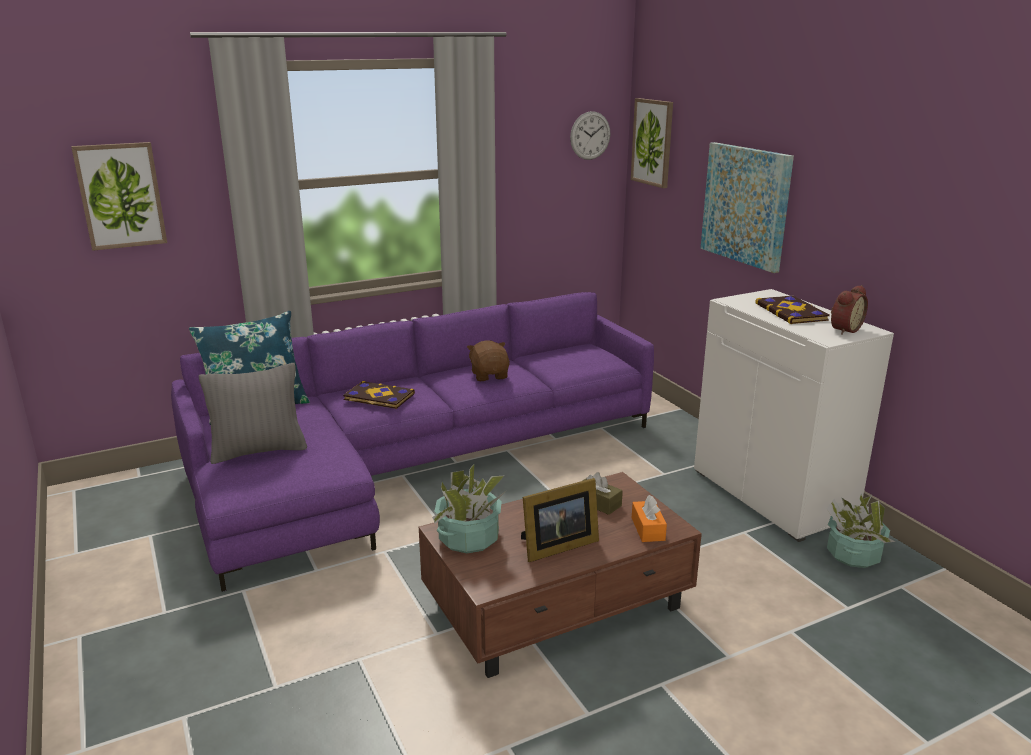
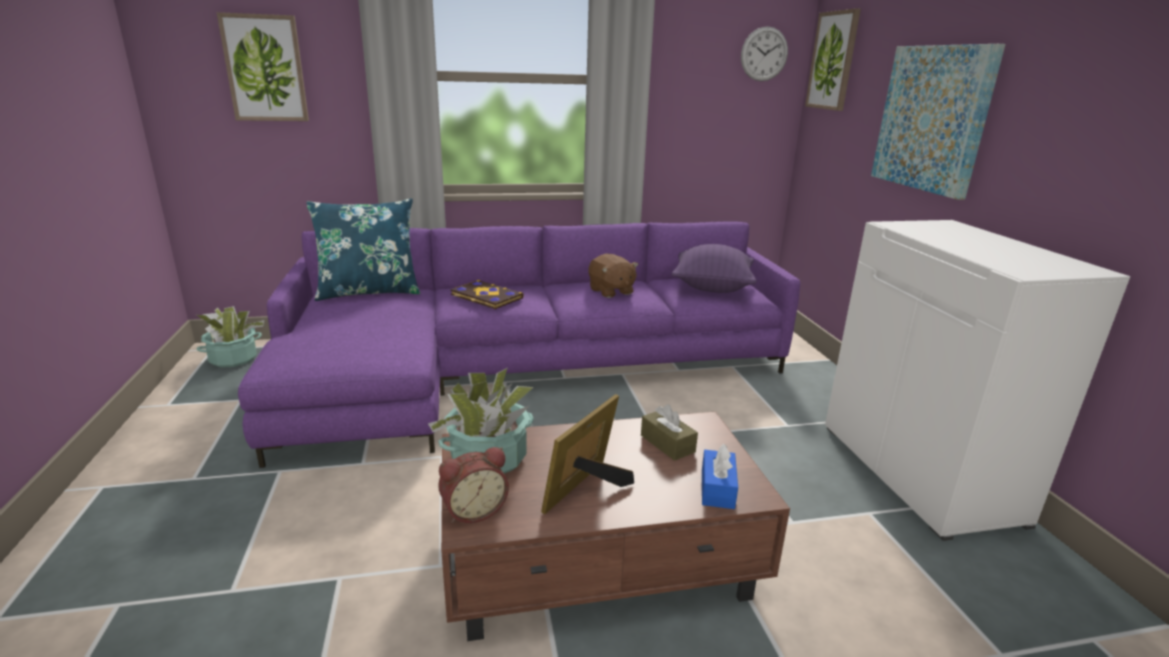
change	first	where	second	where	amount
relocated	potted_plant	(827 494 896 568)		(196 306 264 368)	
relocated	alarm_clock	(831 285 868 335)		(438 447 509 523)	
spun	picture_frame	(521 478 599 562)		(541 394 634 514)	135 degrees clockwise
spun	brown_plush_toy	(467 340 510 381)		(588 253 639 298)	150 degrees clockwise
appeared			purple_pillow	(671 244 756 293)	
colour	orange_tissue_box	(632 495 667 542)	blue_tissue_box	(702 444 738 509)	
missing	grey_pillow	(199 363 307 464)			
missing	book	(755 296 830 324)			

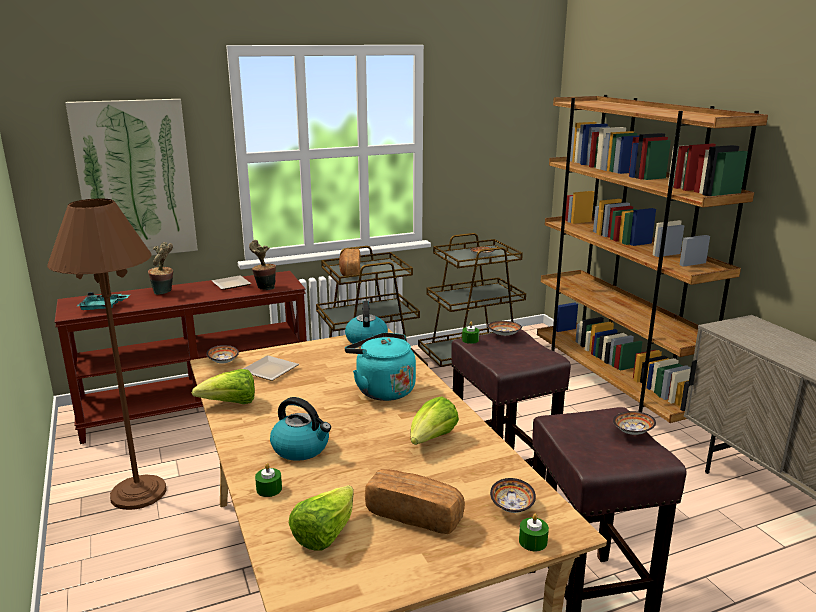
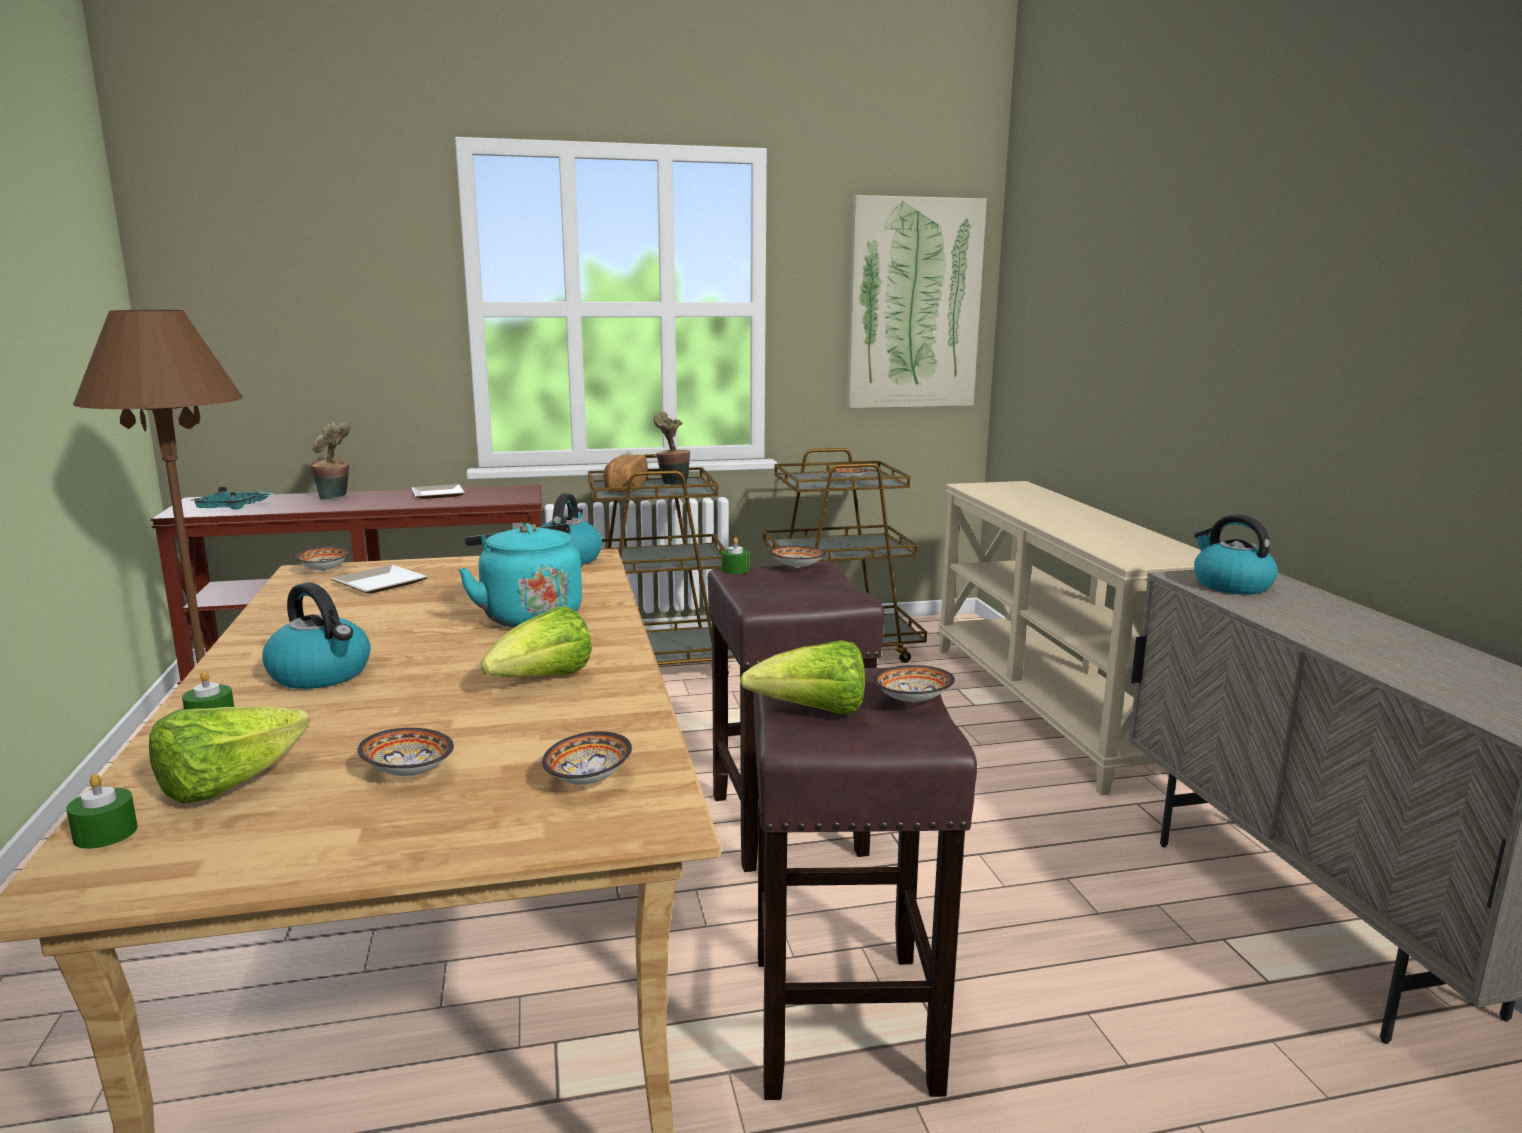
change	first	where	second	where	amount
relocated	green_candle	(519 513 549 551)		(66 774 138 849)	
exchanged	bread	(365 469 465 534)	bowl	(358 728 454 776)	
relocated	potted_plant	(249 240 276 290)		(654 412 690 485)	
relocated	lettuce	(192 369 255 404)		(740 640 865 714)	
relocated	picture	(65 99 198 256)		(847 195 987 408)	
exchanged	brown_bookcase	(537 95 768 423)	beige_console_table	(937 481 1201 795)	
appeared			kettle	(1194 514 1278 595)	

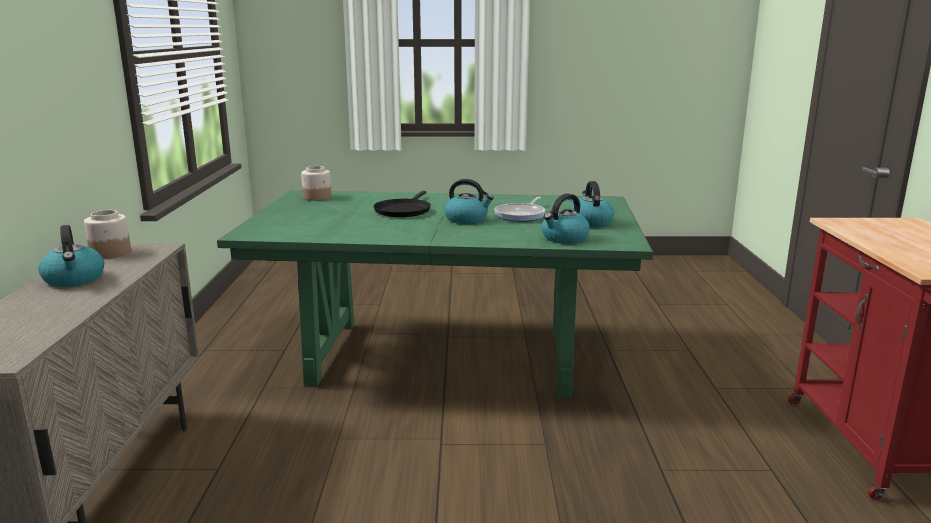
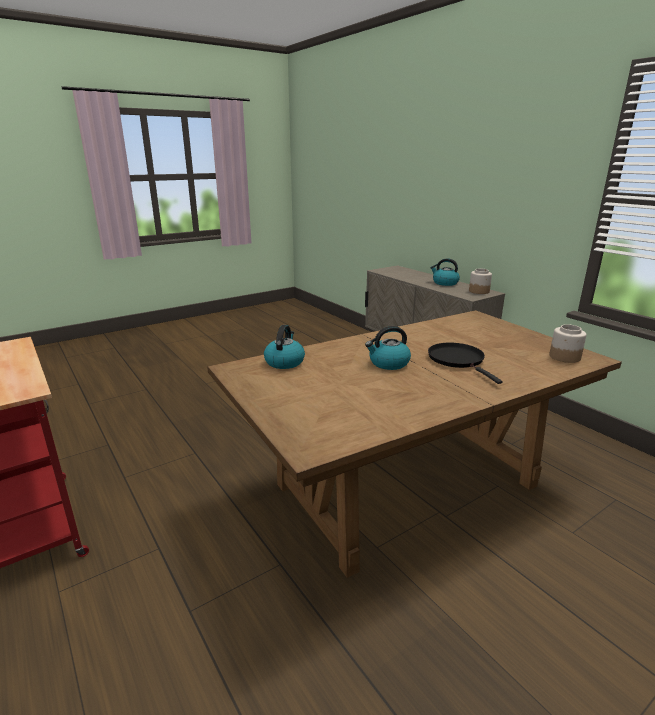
change	first	where	second	where	amount
colour	green_dining_table	(217 190 653 397)	brown_dining_table	(207 310 622 578)	
missing	frying_pan	(494 197 545 222)			
missing	kettle	(570 181 614 227)			

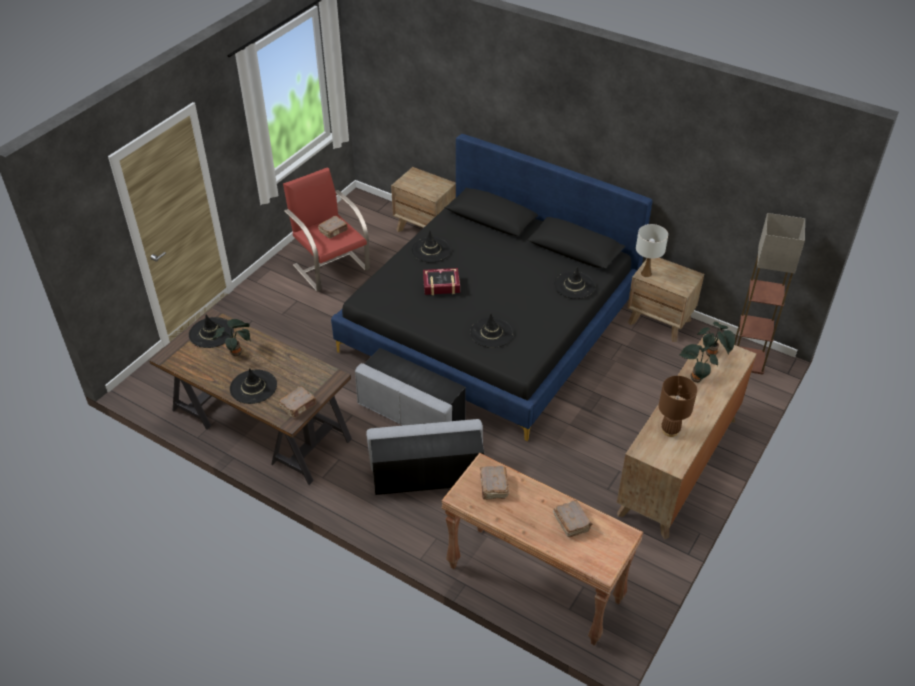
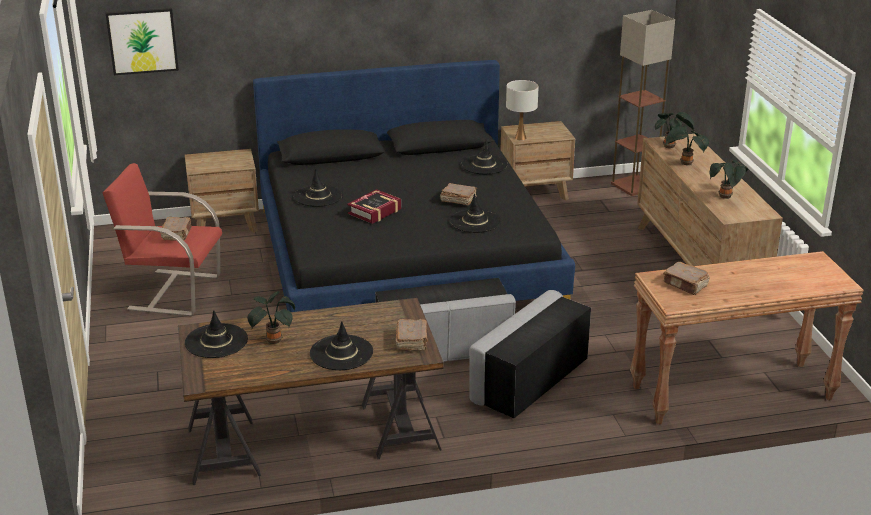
change	first	where	second	where	amount
appeared			picture	(106 8 179 75)	
relocated	brown_book	(553 500 592 537)		(440 183 477 205)	
exchanged	brown_table_lamp	(659 376 697 437)	potted_plant	(709 160 748 199)	

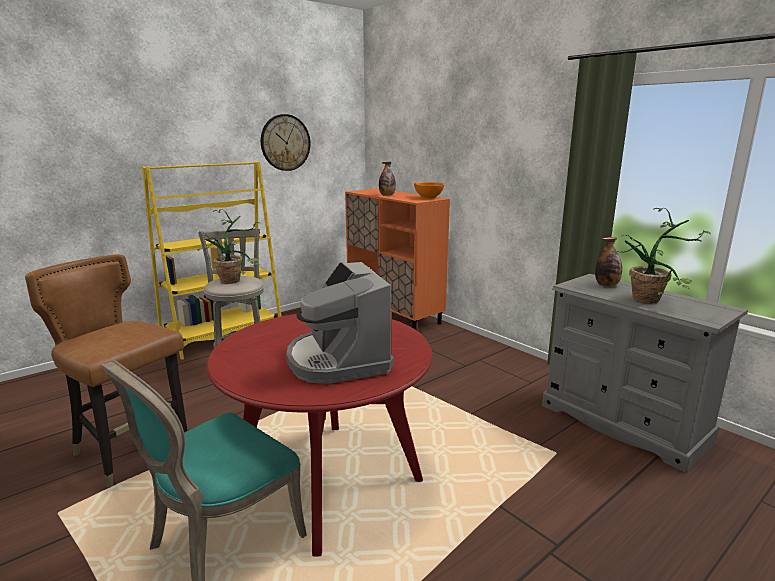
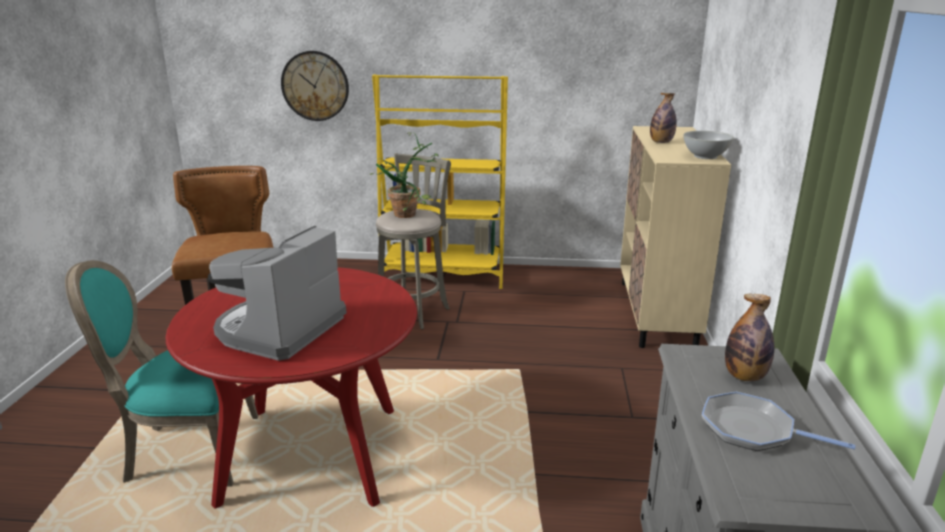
change	first	where	second	where	amount
relocated	wall_clock	(261 114 311 171)		(281 51 349 121)	
colour	orange_cabinet	(345 188 450 330)	beige_cabinet	(620 126 731 348)	
colour	orange_bowl	(414 182 445 199)	white_bowl	(683 131 734 159)	
exchanged	potted_plant	(612 208 711 304)	frying_pan	(702 392 856 451)	

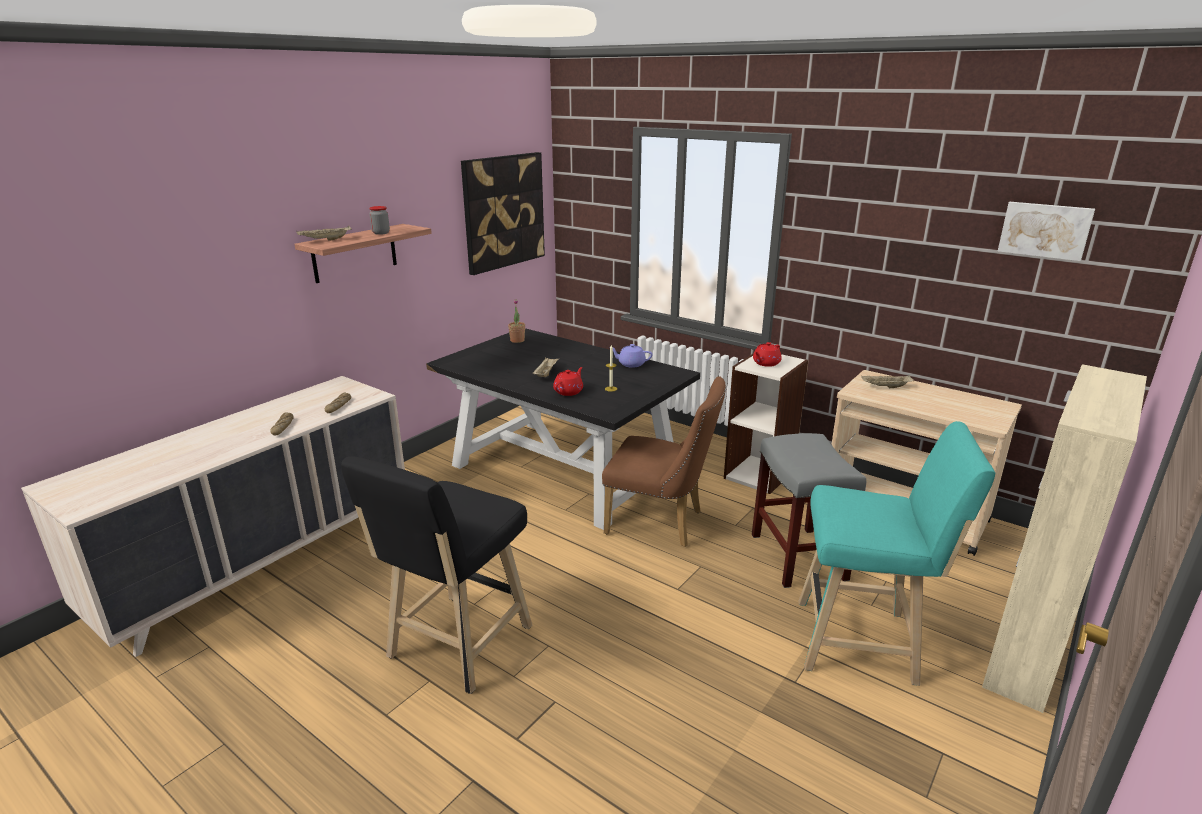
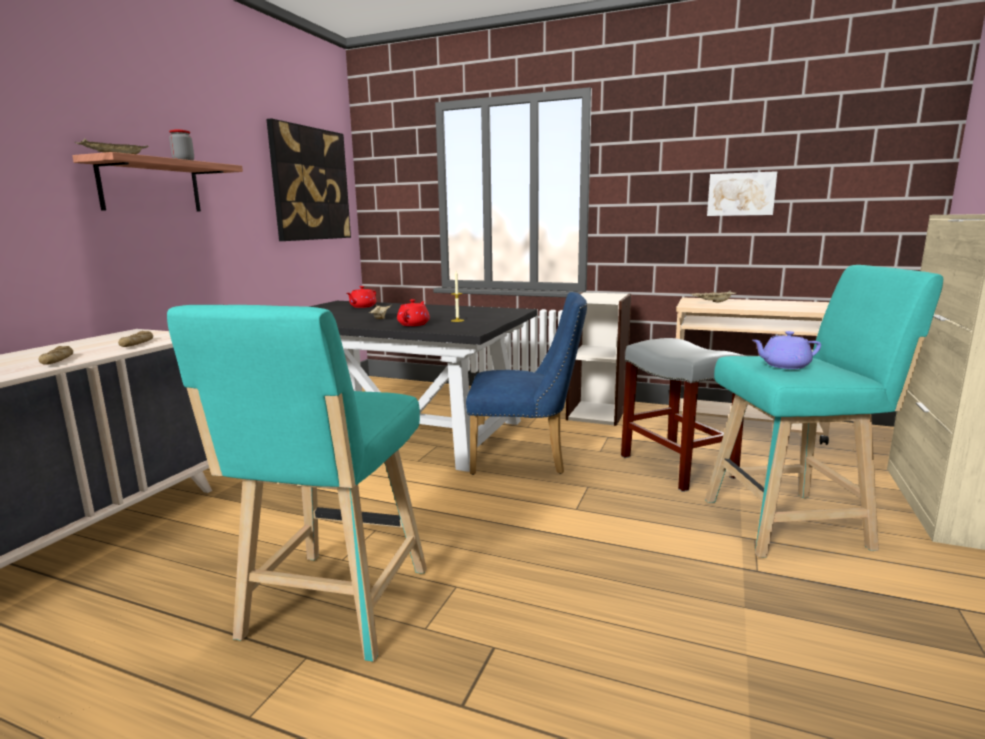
change	first	where	second	where	amount
colour	black_stool	(341 457 532 694)	turquoise_stool	(167 305 427 662)	
relocated	red_teapot	(753 342 782 367)		(347 286 376 308)	
colour	brown_chair	(602 376 726 547)	blue_chair	(466 292 587 475)	
relocated	picture	(998 202 1095 261)		(707 171 777 216)	
relocated	purple_teapot	(609 344 653 368)		(752 331 821 369)	
missing	potted_plant	(508 299 525 343)			

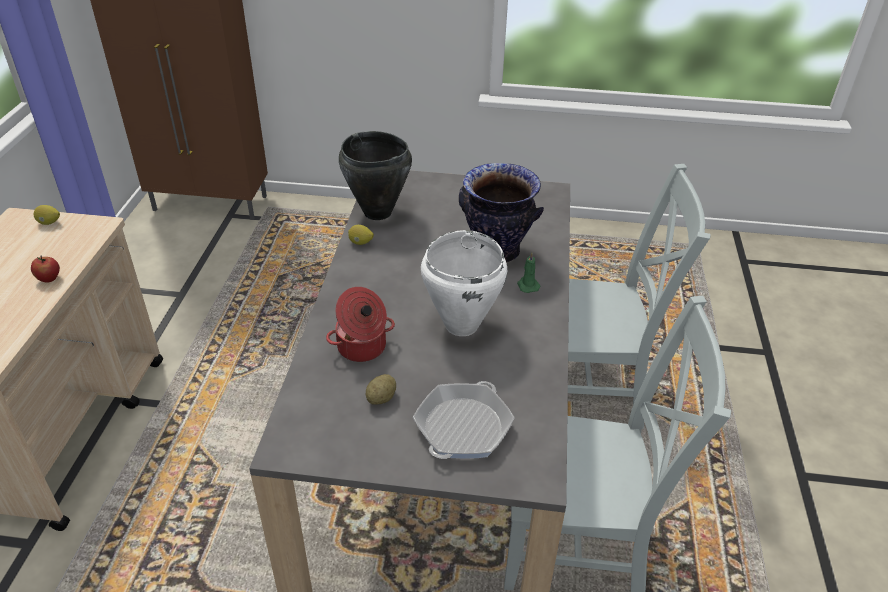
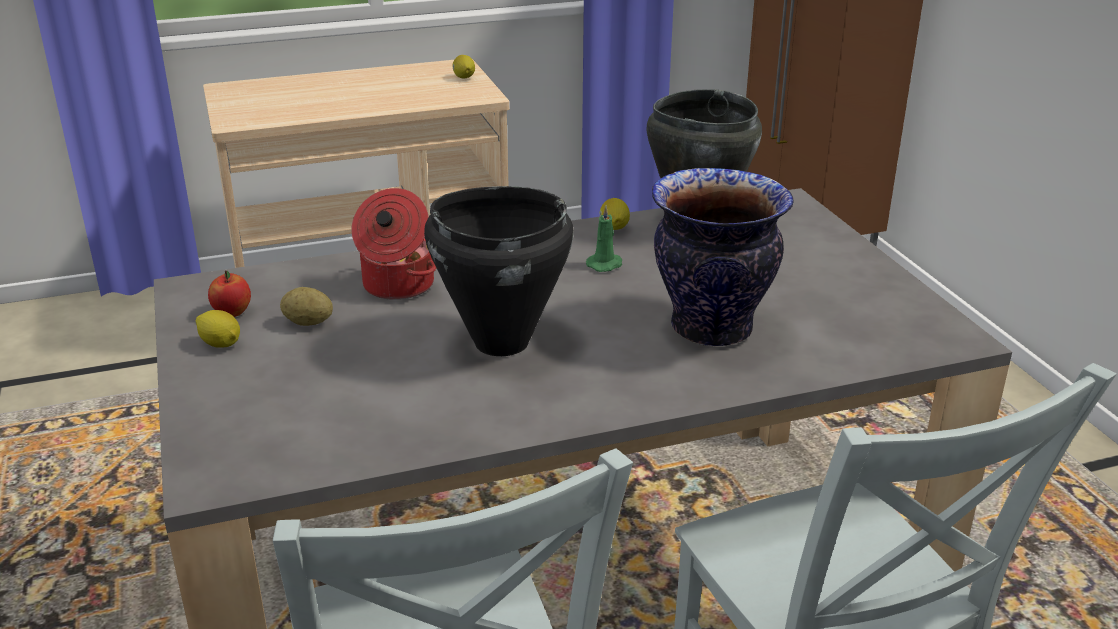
change	first	where	second	where	amount
appeared			lemon	(196 310 240 348)	
relocated	apple	(31 256 60 283)		(208 270 251 317)	
colour	white_cooking_pot	(421 230 507 336)	black_cooking_pot	(424 186 574 356)	
relocated	green_candle	(517 252 540 293)		(586 205 622 272)	
missing	frying_pan	(413 381 515 459)			

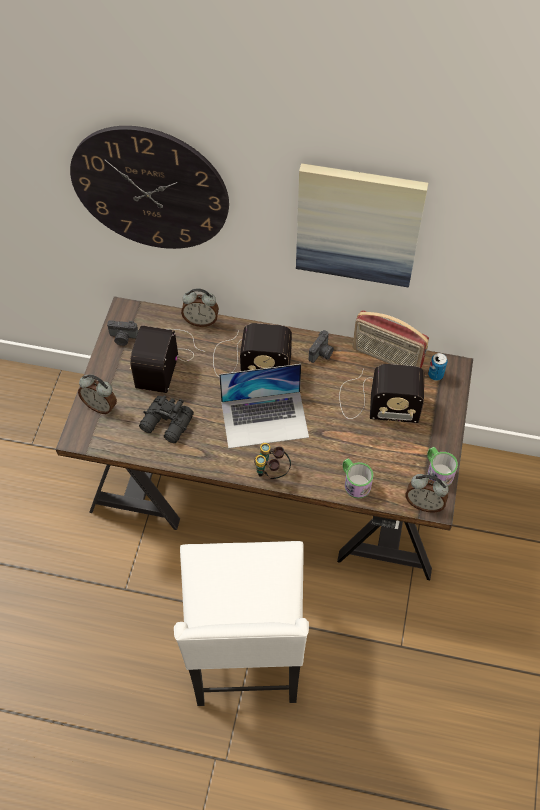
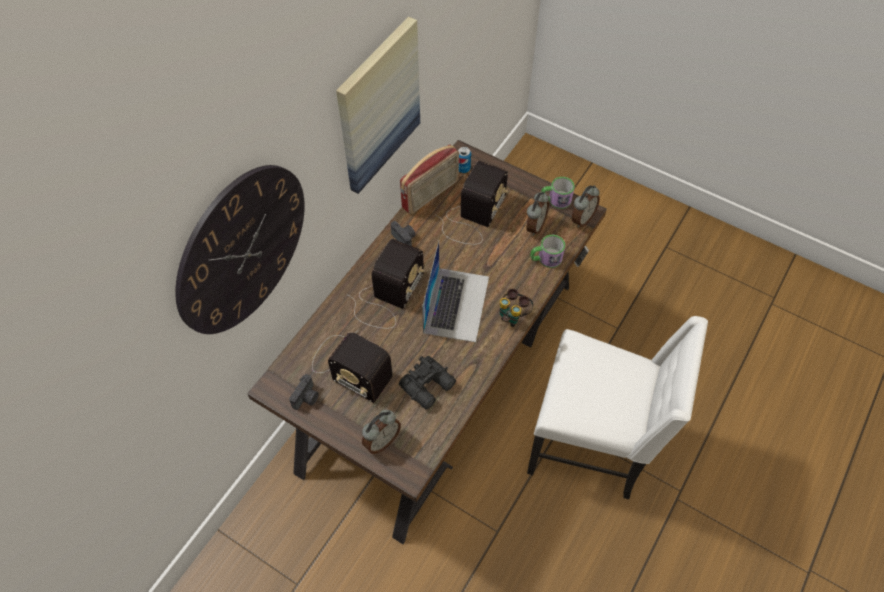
change	first	where	second	where	amount
relocated	alarm_clock	(181 289 219 327)		(526 191 549 236)	

